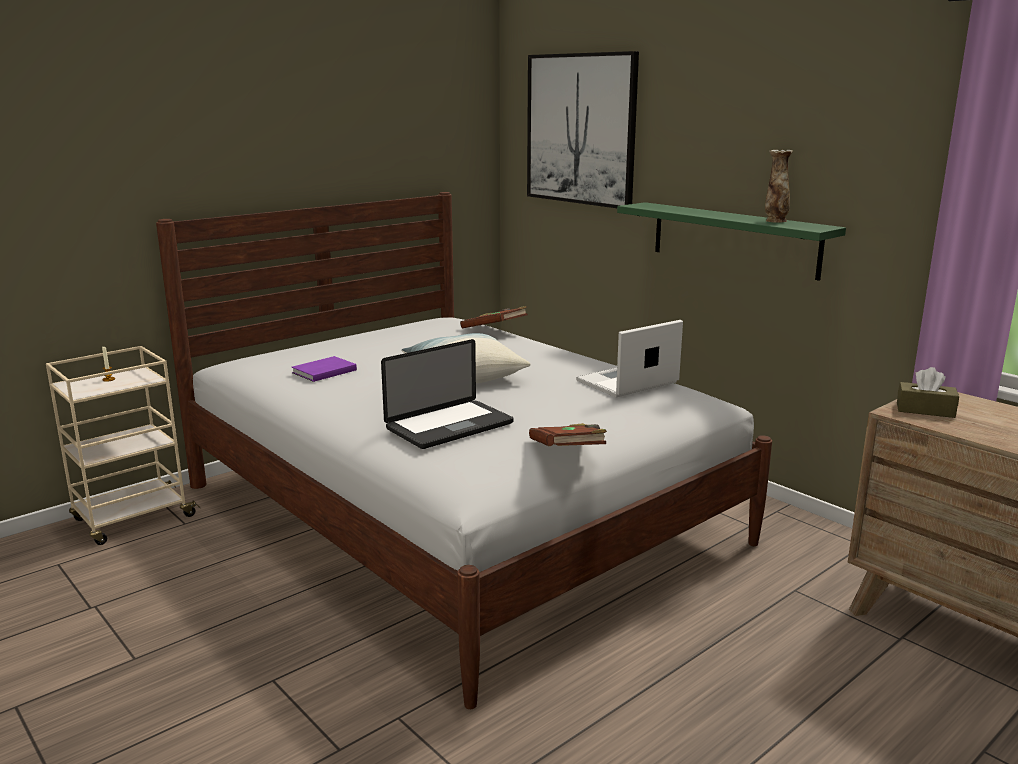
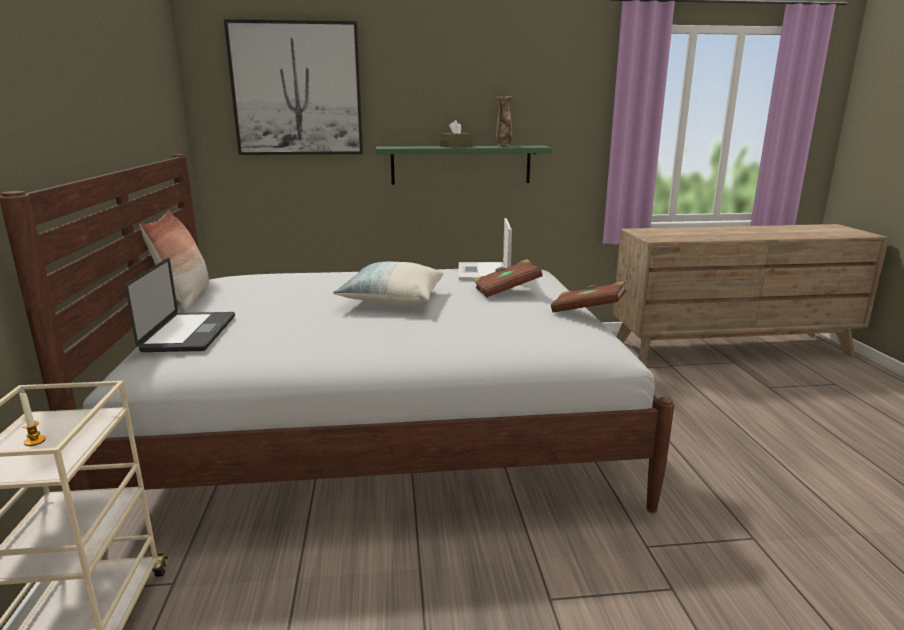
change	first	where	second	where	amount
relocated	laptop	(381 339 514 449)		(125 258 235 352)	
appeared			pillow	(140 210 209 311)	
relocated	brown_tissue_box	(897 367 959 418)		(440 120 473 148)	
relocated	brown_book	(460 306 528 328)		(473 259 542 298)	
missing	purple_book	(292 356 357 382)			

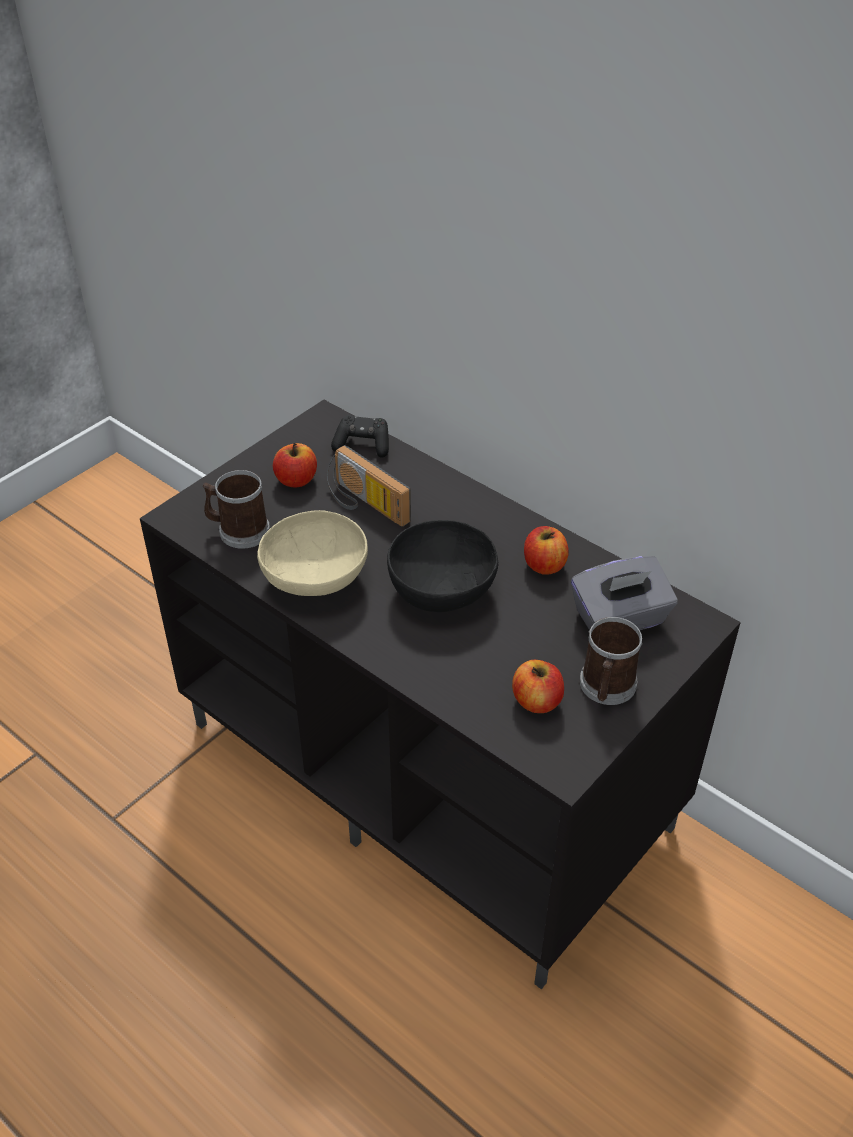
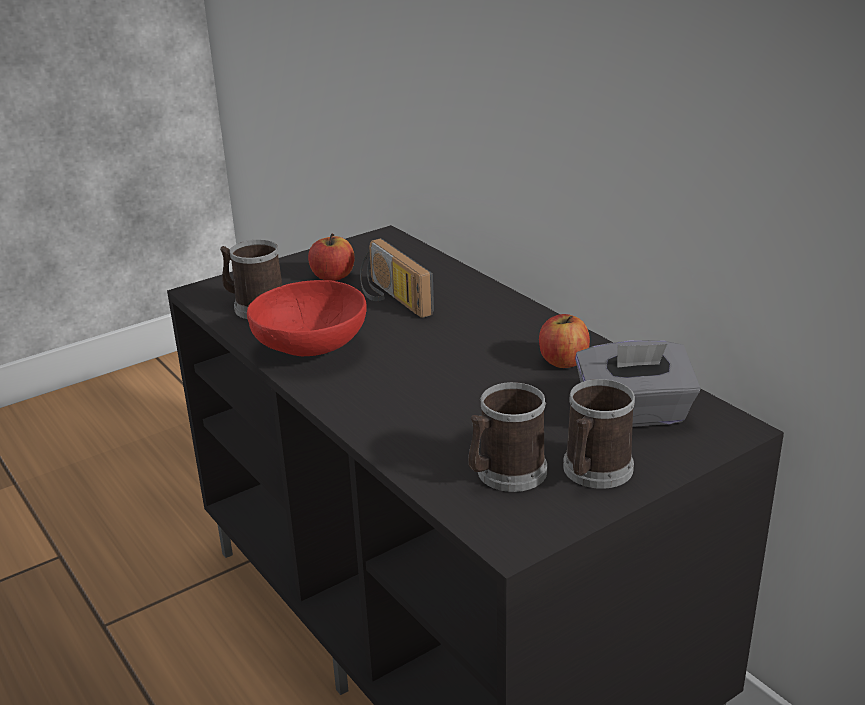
change	first	where	second	where	amount
colour	beige_bowl	(257 510 368 596)	red_bowl	(247 280 367 356)	
exchanged	apple	(512 660 564 713)	mug	(468 382 547 492)	
missing	black_game_controller	(331 415 389 458)			
missing	black_bowl	(387 520 499 612)			

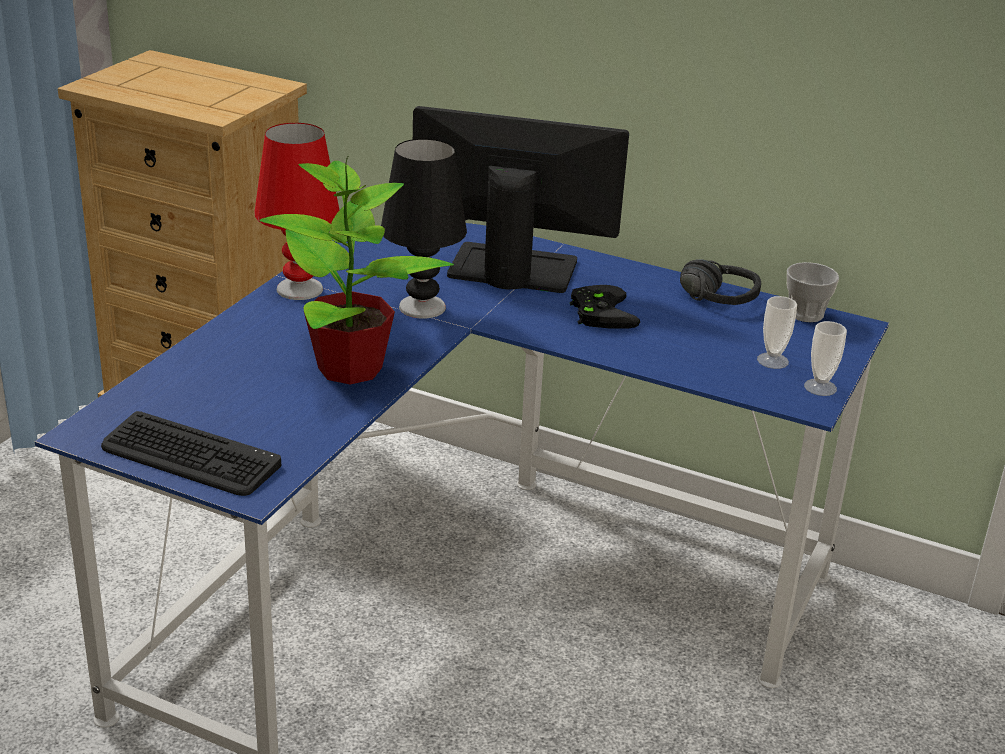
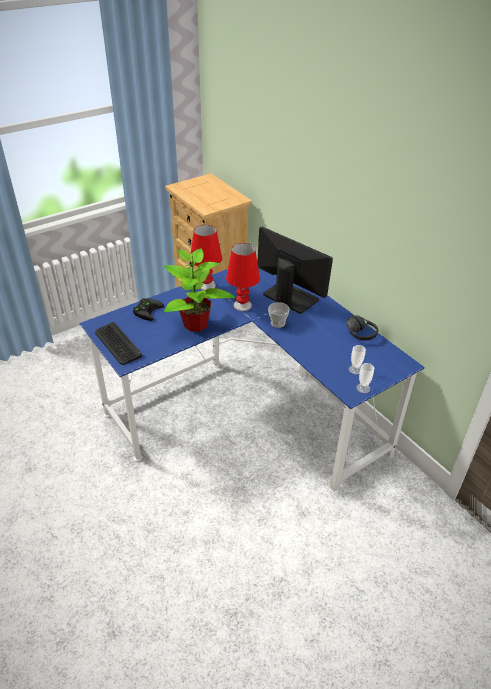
change	first	where	second	where	amount
relocated	black_game_controller	(570 285 640 329)		(133 298 164 321)	
colour	black_table_lamp	(381 139 467 319)	red_table_lamp	(226 243 260 311)	
relocated	cup	(787 262 839 322)		(268 302 290 328)	

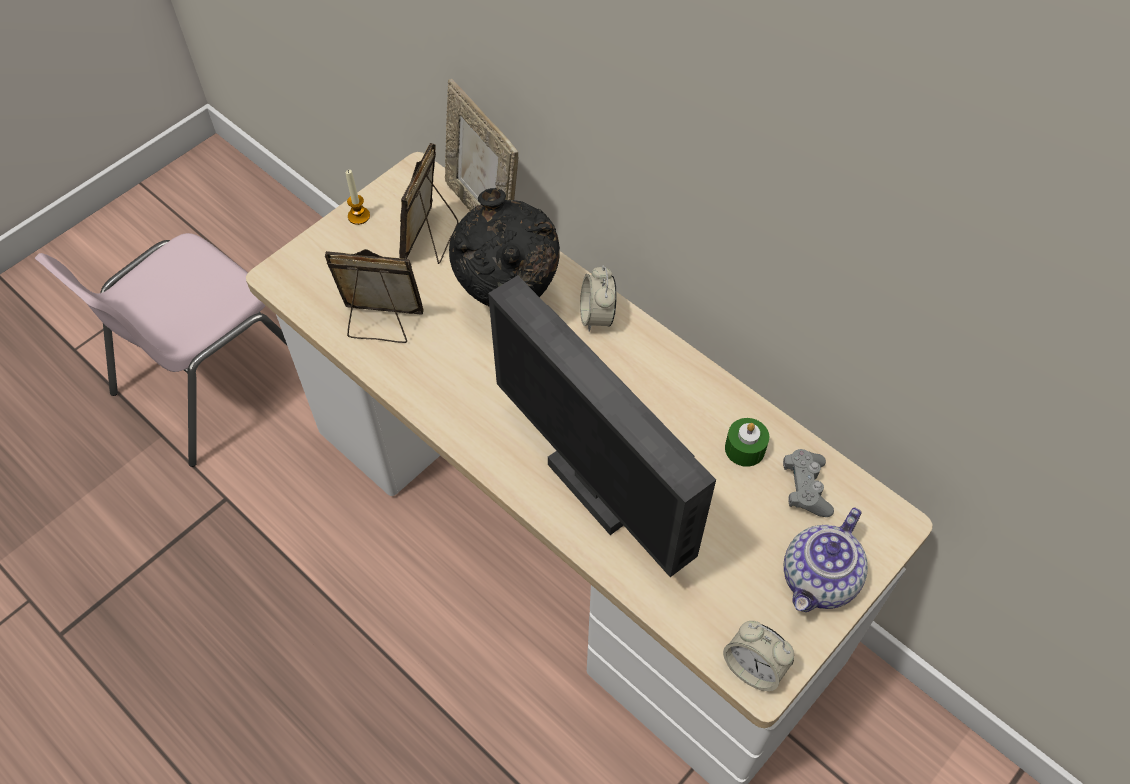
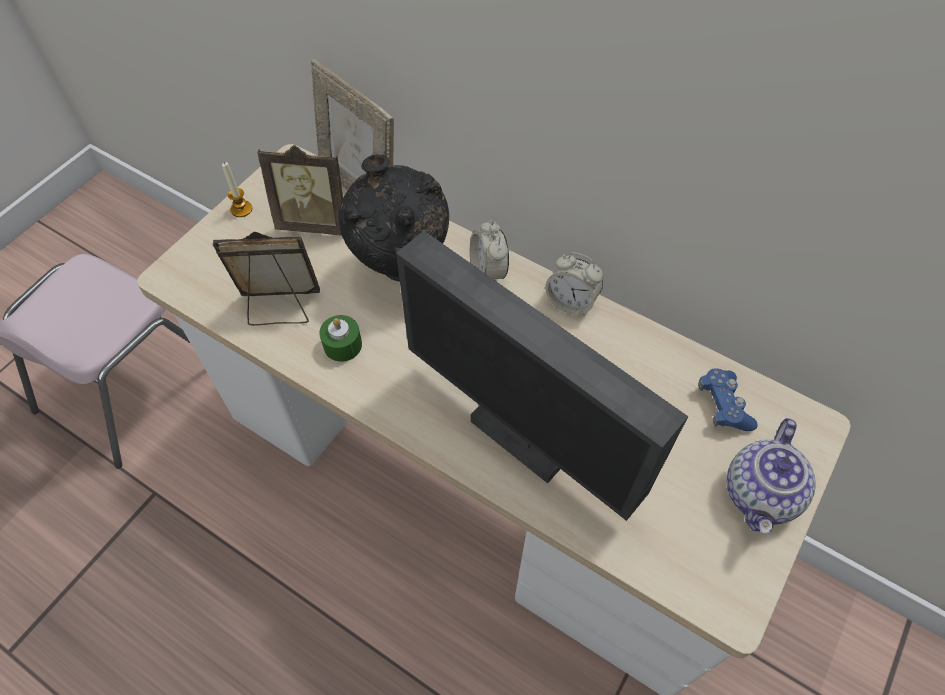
change	first	where	second	where	amount
spun	picture_frame	(399 143 459 264)		(257 145 343 236)	90 degrees counterclockwise
relocated	green_candle	(725 418 769 467)		(319 315 362 362)	
relocated	alarm_clock	(723 621 794 691)		(545 252 603 316)	
colour	grey_game_controller	(783 449 834 517)	blue_game_controller	(698 368 757 431)	

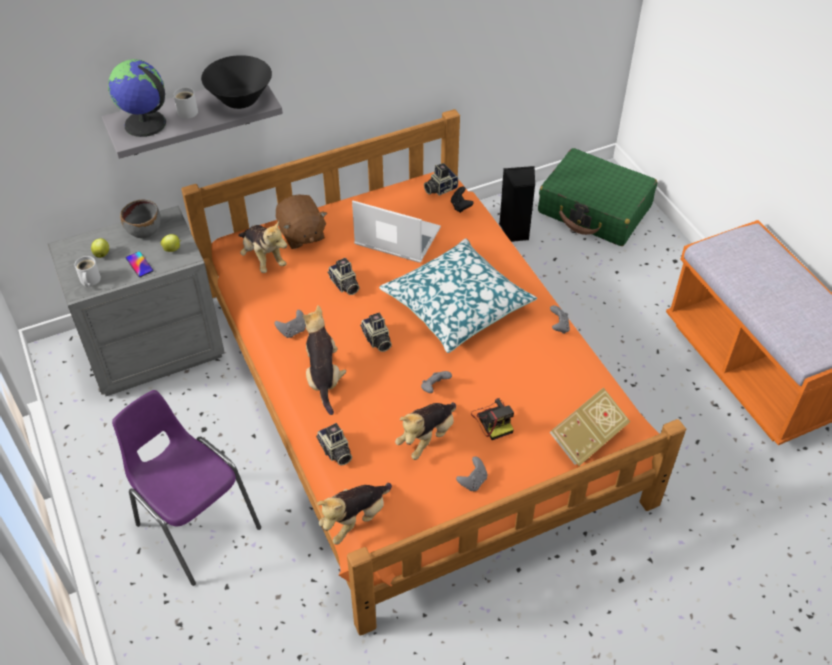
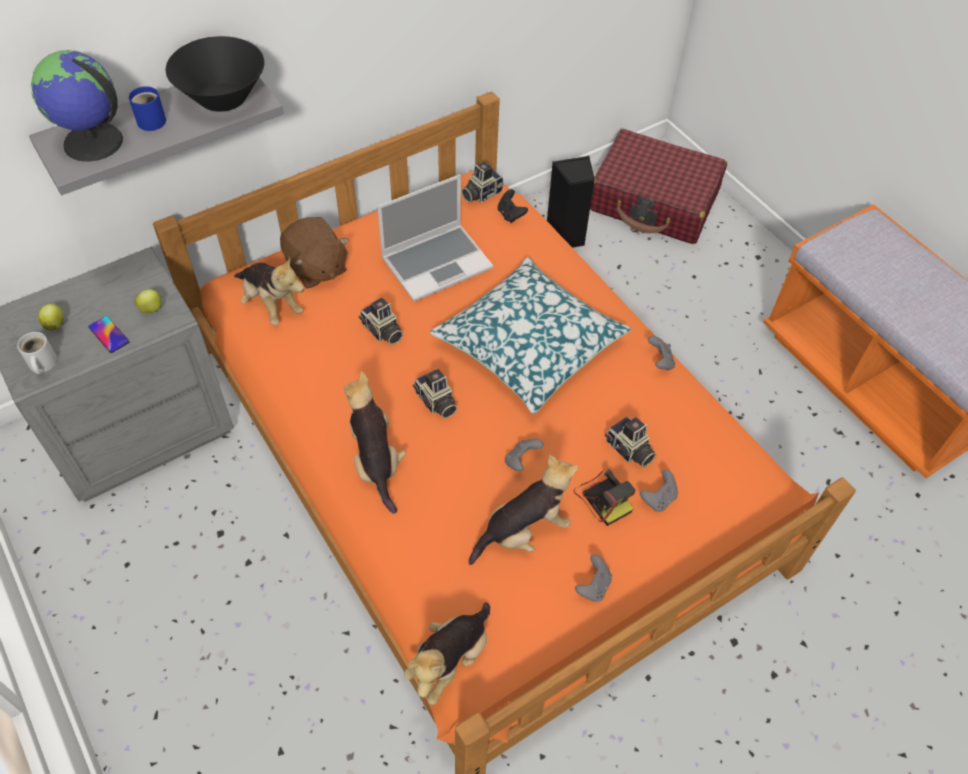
change	first	where	second	where	amount
colour	white_mug	(173 87 198 119)	blue_mug	(129 86 166 131)	
spun	laptop	(352 200 441 263)		(377 174 493 302)	135 degrees clockwise
spun	plush_toy	(395 402 456 460)		(469 454 578 565)	150 degrees counterclockwise
colour	green_suitcase	(538 148 657 246)	red_suitcase	(590 129 727 244)	
relocated	photo_camera	(316 423 352 466)		(605 417 656 467)	
relocated	grey_game_controller	(275 310 306 338)		(640 469 678 512)	
missing	purple_chair	(112 390 261 586)			
missing	grey_bowl	(120 200 161 239)			
missing	book	(549 387 630 466)			

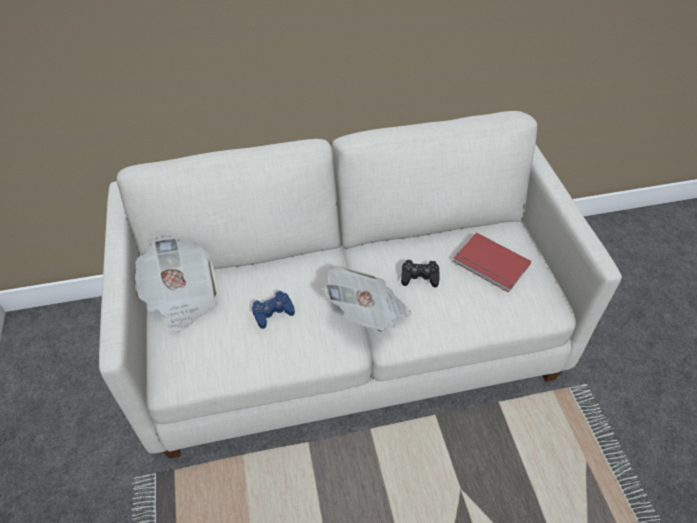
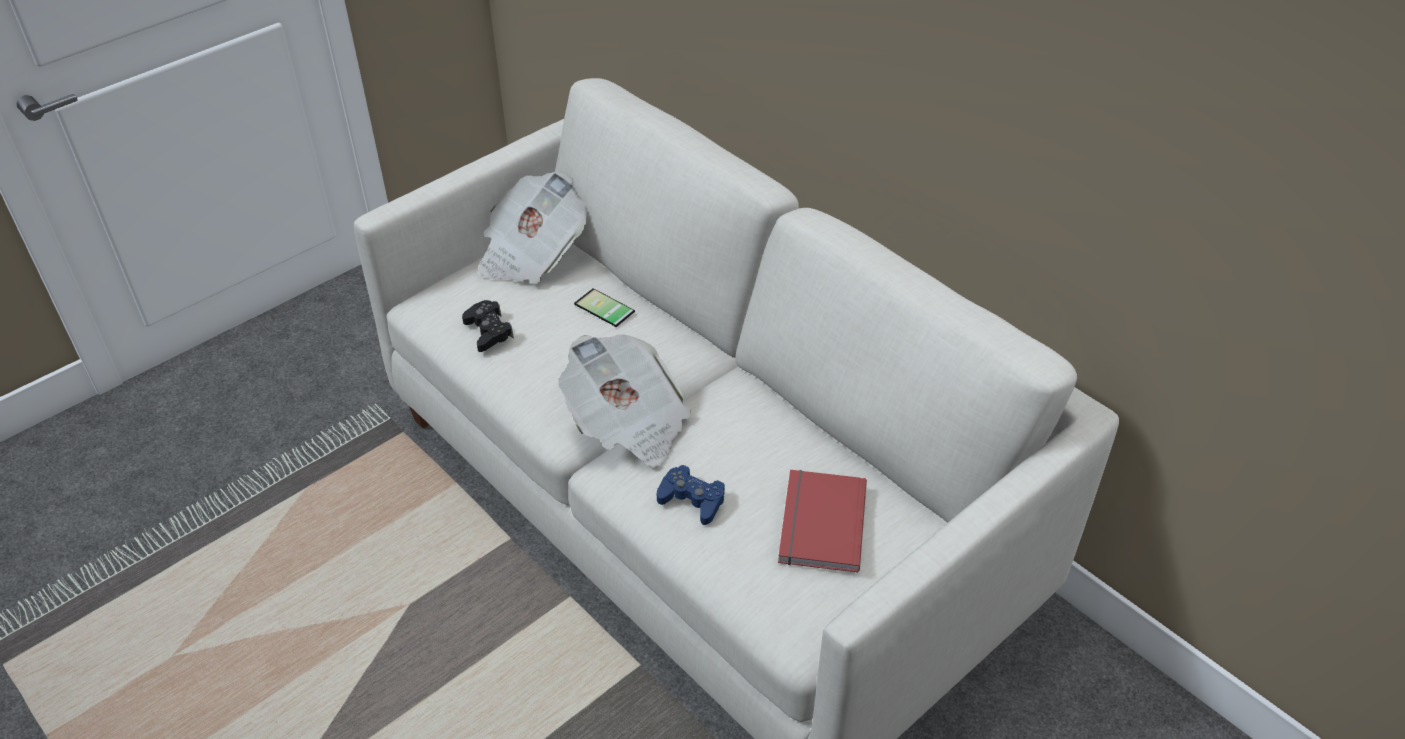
change	first	where	second	where	amount
relocated	black_game_controller	(401 260 440 288)		(462 300 514 352)	
appeared			phone	(574 288 635 327)	
relocated	blue_game_controller	(252 291 295 329)		(657 465 725 525)	

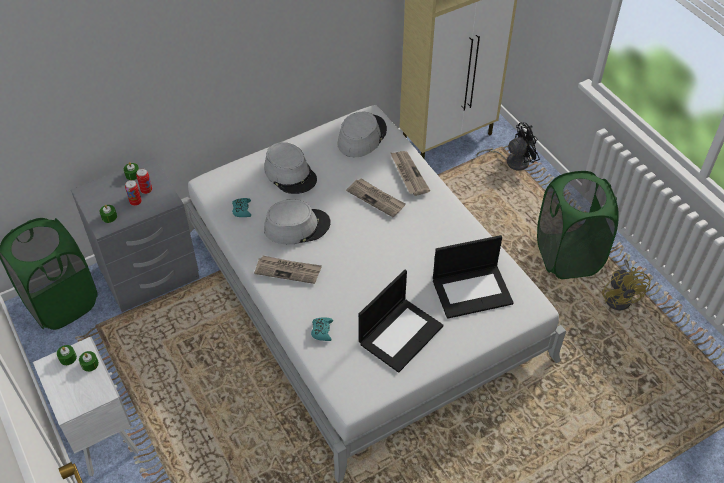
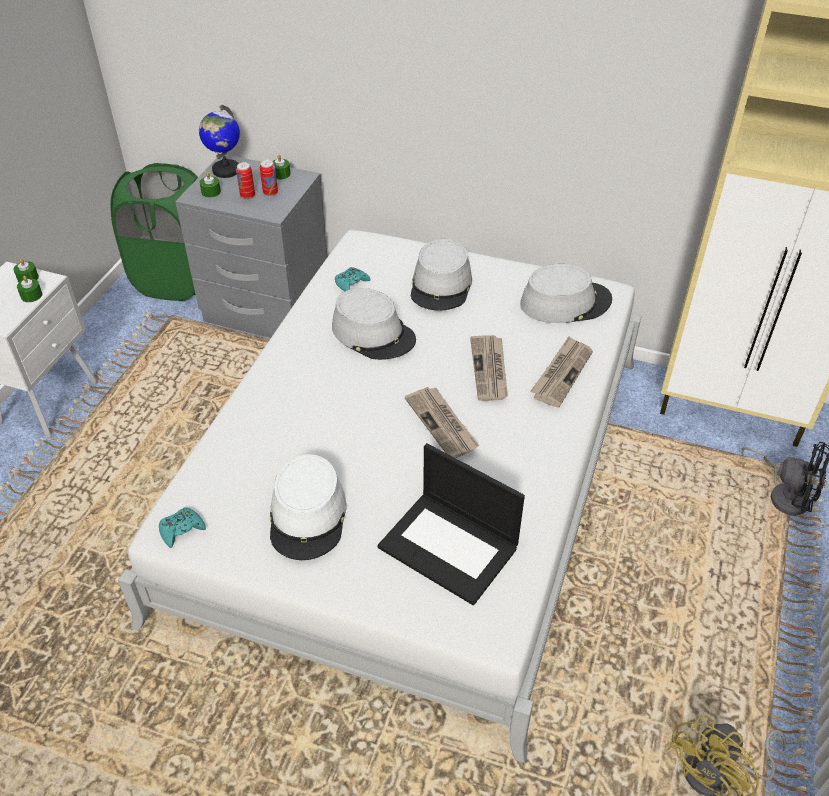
change	first	where	second	where	amount
relocated	turquoise_game_controller	(311 317 333 341)		(159 507 206 548)	
appeared			globe	(199 105 240 178)	
exchanged	laptop	(359 270 443 373)	white_hat	(270 454 347 560)	
relocated	newspaper	(254 256 322 284)		(405 387 479 458)	
missing	green_laundry_basket	(537 171 619 279)			

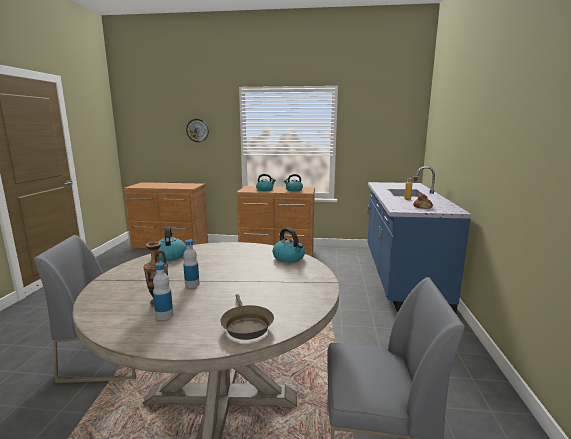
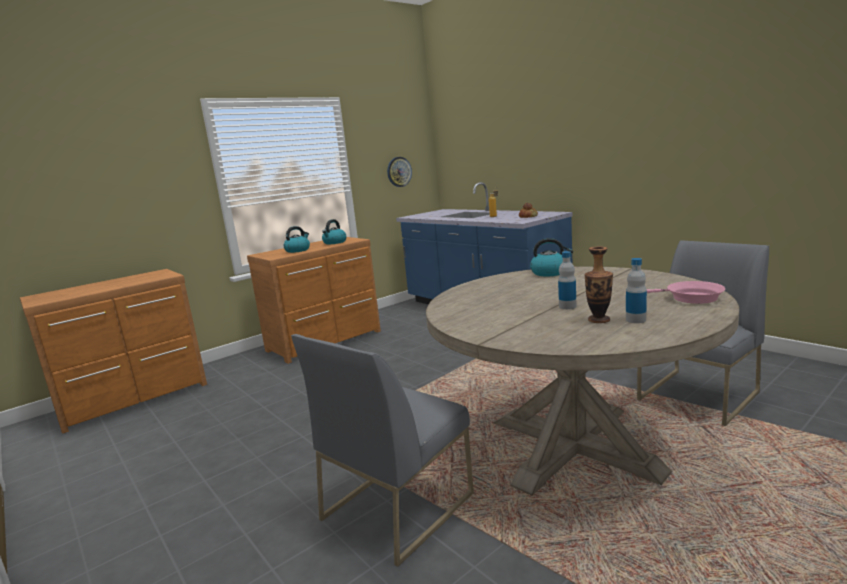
change	first	where	second	where	amount
relocated	wall_clock	(186 119 209 142)		(387 157 412 187)	
colour	brown_frying_pan	(220 294 274 340)	pink_frying_pan	(647 281 725 304)	
missing	kettle	(158 227 186 261)			

